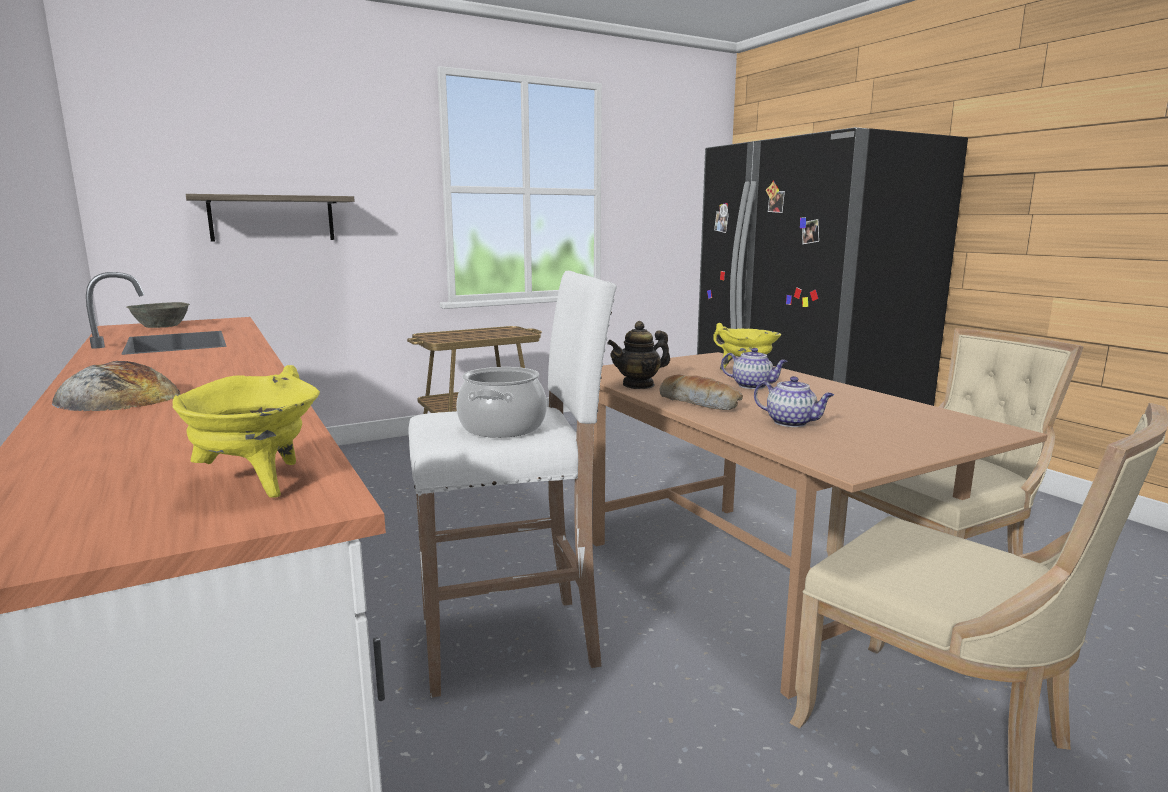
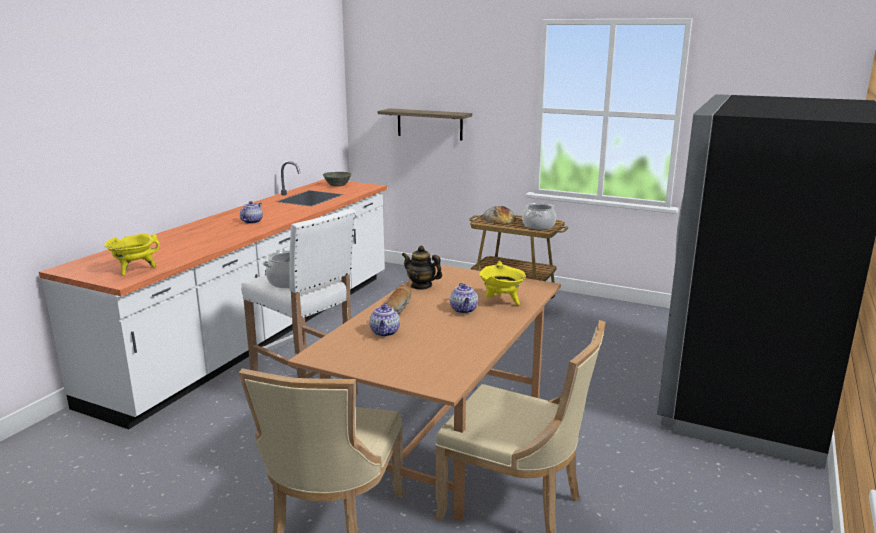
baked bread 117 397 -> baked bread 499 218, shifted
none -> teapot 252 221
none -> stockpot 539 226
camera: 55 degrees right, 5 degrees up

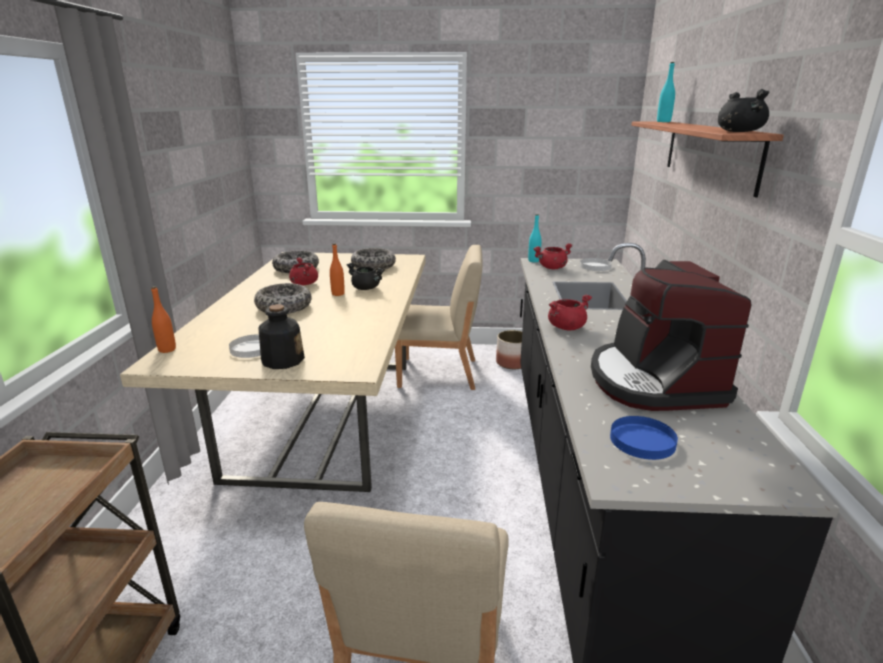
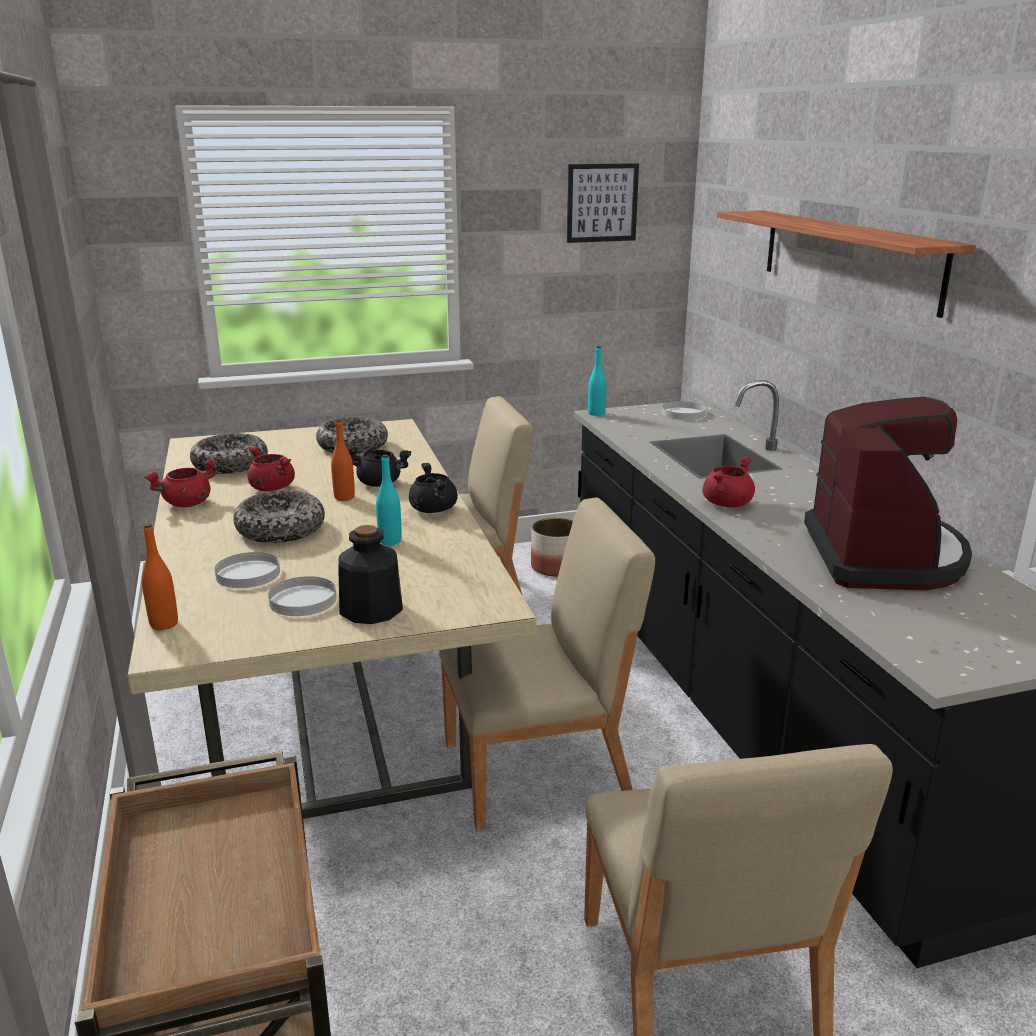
red-coloured stockpot 552 268 -> red-coloured stockpot 187 504, shifted
coffee machine 654 381 -> coffee machine 883 557, 150 degrees counterclockwise
blue-coloured flat dish 642 440 -> none
turquoise-coloured bottle 663 121 -> turquoise-coloured bottle 390 541, shifted
black stockpot 738 131 -> black stockpot 432 509, shifted
none -> white flat dish 247 573
none -> sand-coloured plain chair 539 770
none -> wall art 602 203
camera: 20 degrees left, 0 degrees up

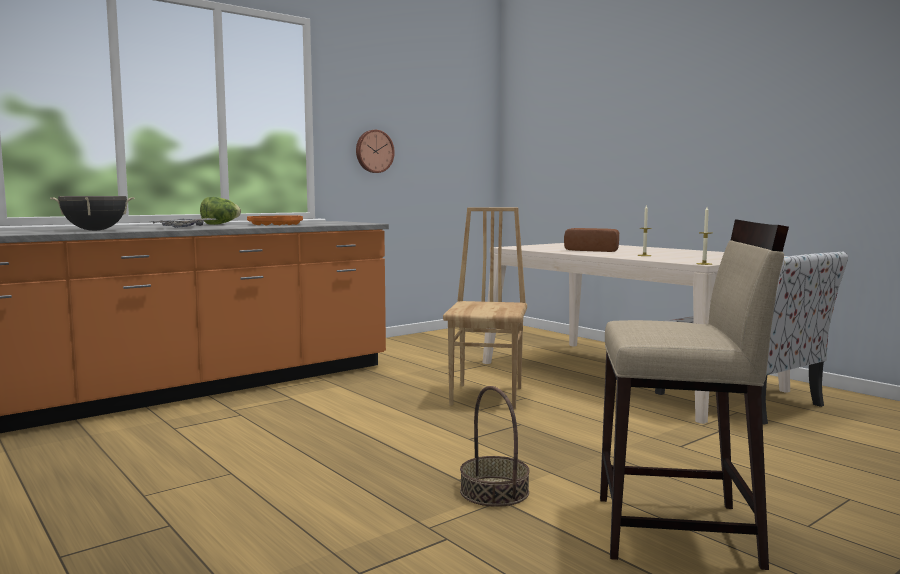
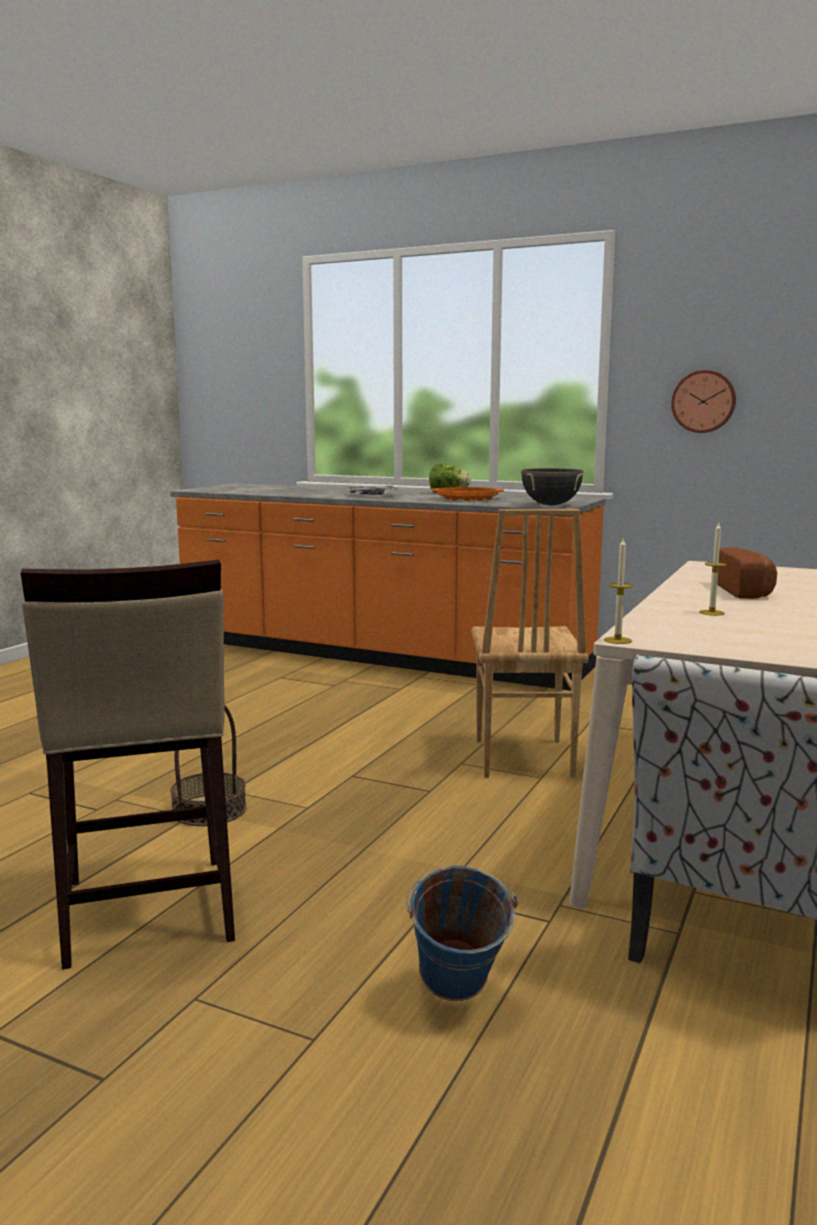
black stockpot 95 230 -> black stockpot 551 505, shifted
brown plain chair 488 396 -> brown plain chair 521 758, 105 degrees clockwise
none -> blue-coloured pail 457 998
camera: 65 degrees right, 5 degrees up

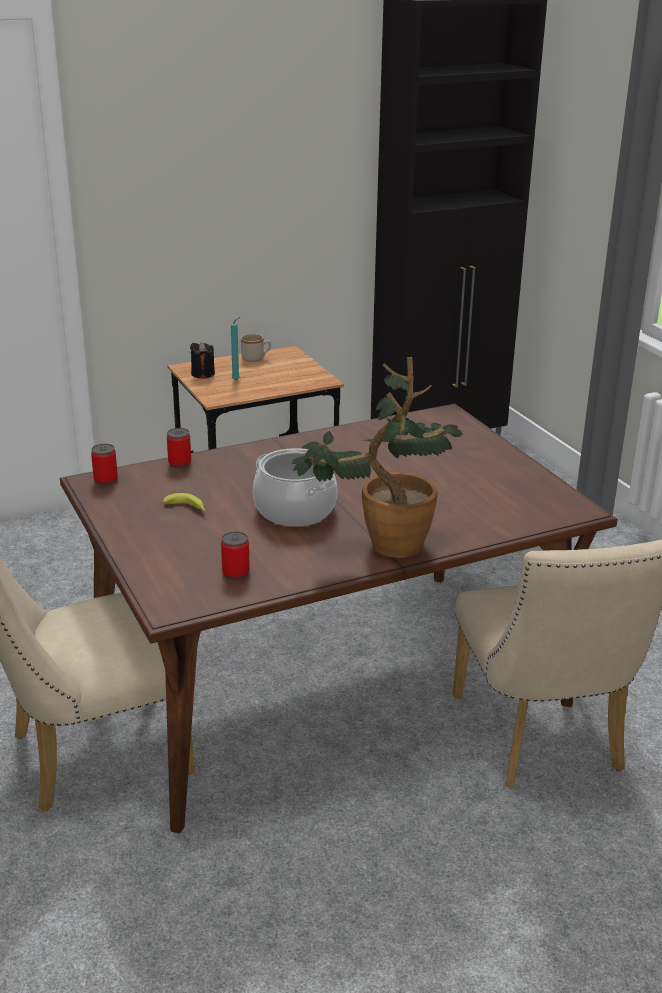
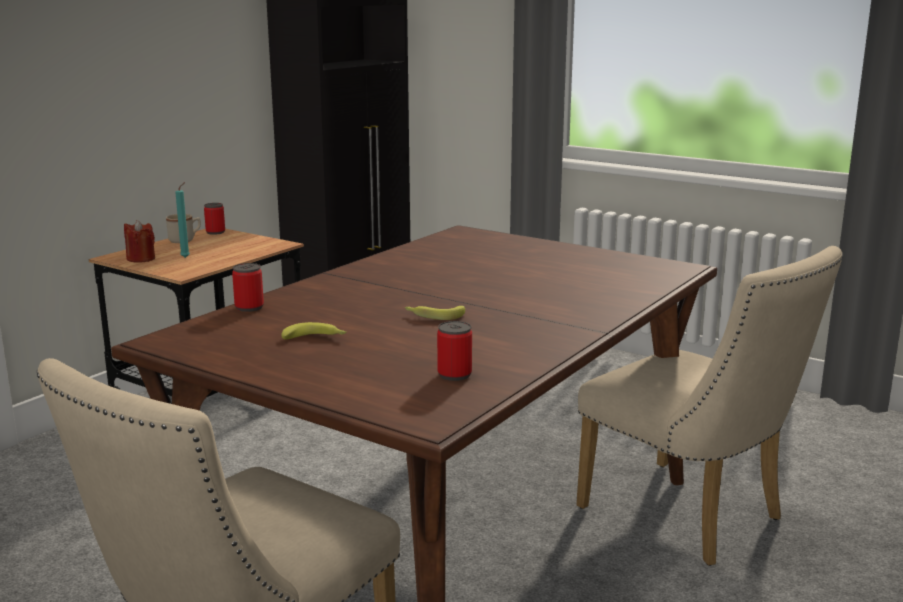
metal can 105 480 -> metal can 215 232, shifted
black wax light 203 374 -> red-coloured wax light 141 259
stockpot 295 509 -> whole banana 434 316
houseplant 383 544 -> none
camera: 30 degrees left, 10 degrees down

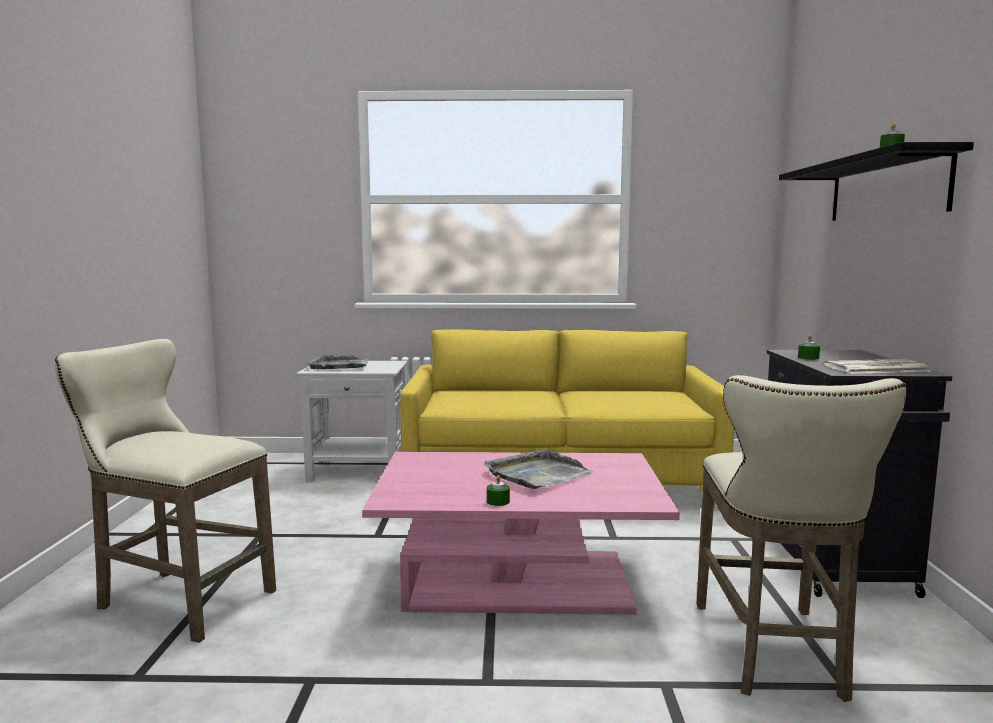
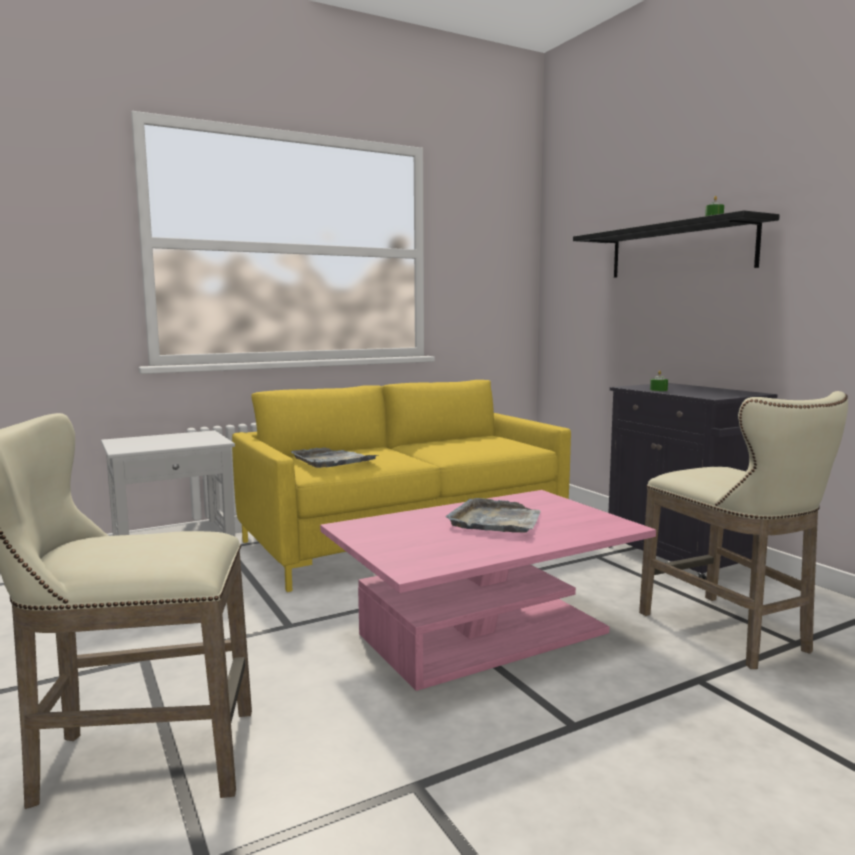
gray serving tray 339 366 -> gray serving tray 332 460, shifted
greenish wax light 498 501 -> none
newspaper 875 368 -> none
camera: 30 degrees left, 0 degrees up

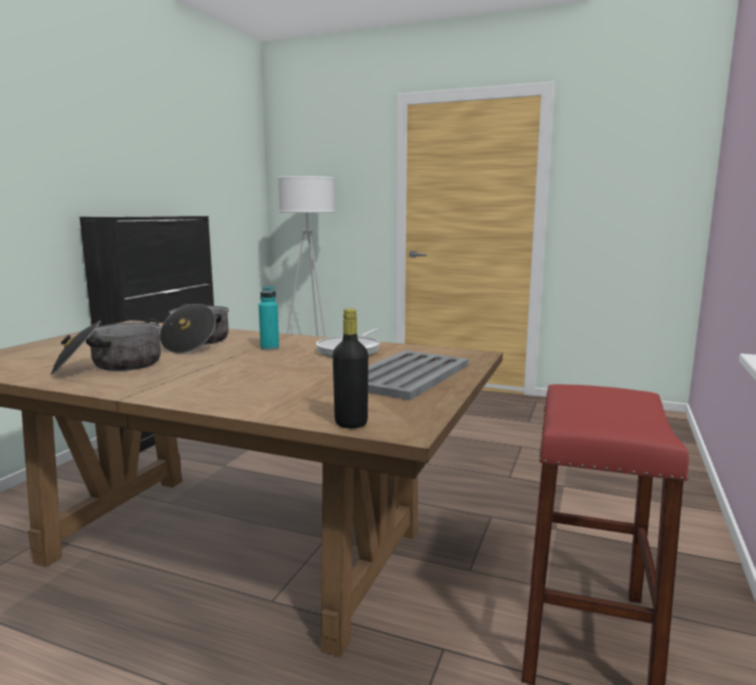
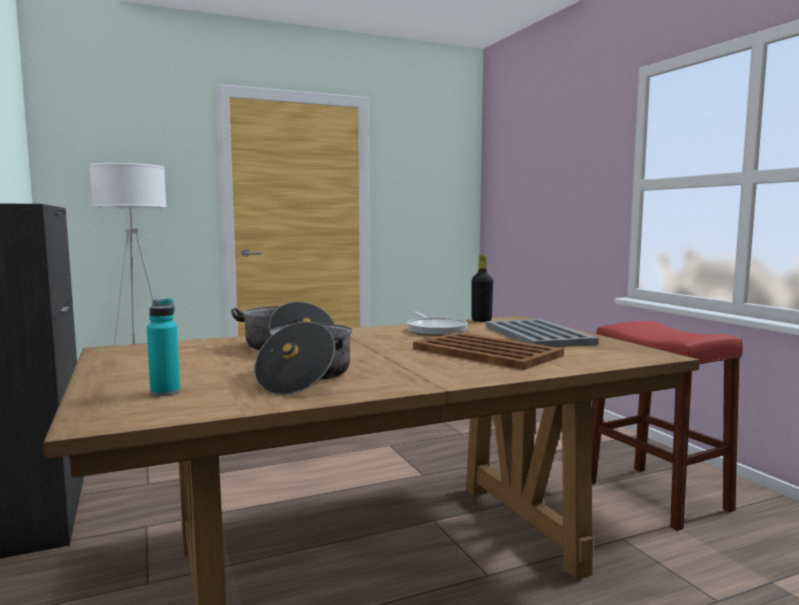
turquoise-coloured bottle 269 348 -> turquoise-coloured bottle 165 392, shifted
black bottle 351 423 -> black bottle 481 320, shifted
none -> brown serving tray 487 352
camera: 45 degrees left, 5 degrees down

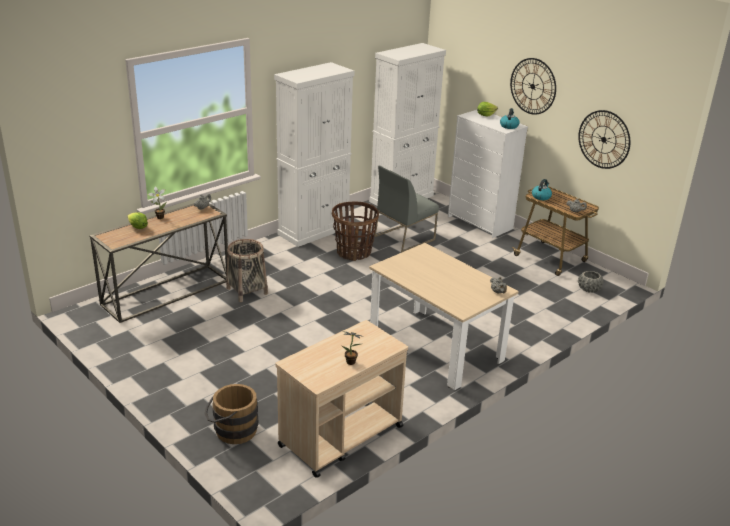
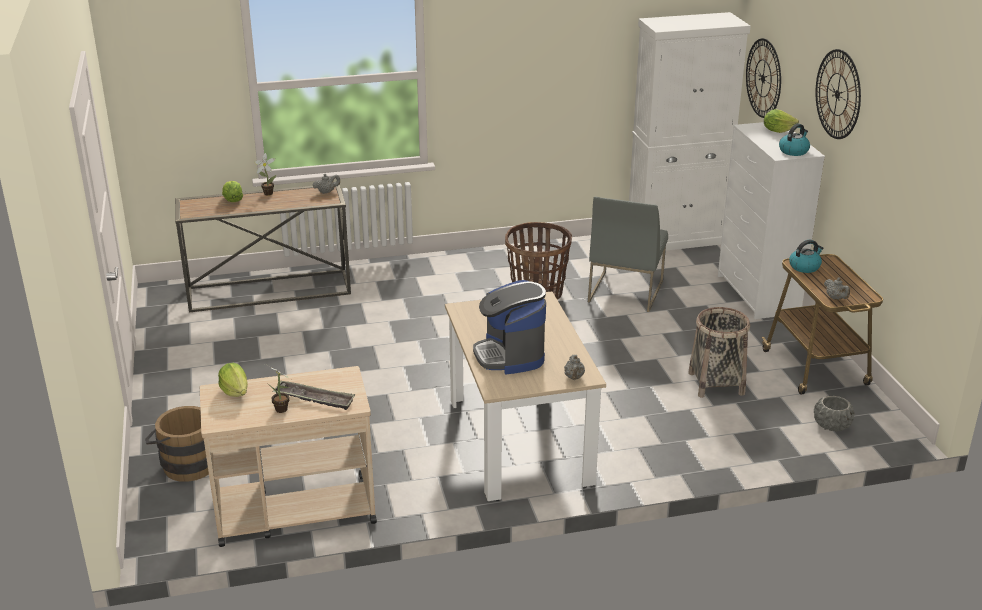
basket 247 291 -> basket 716 383, shifted
white cupboard 314 231 -> none
gray plain chair 404 238 -> gray plain chair 625 291, 60 degrees counterclockwise
hanging clock 604 139 -> hanging clock 763 78, shifted
none -> lettuce 235 391
none -> serving tray 314 399
none -> coffee machine 510 355
camera: 30 degrees right, 0 degrees up

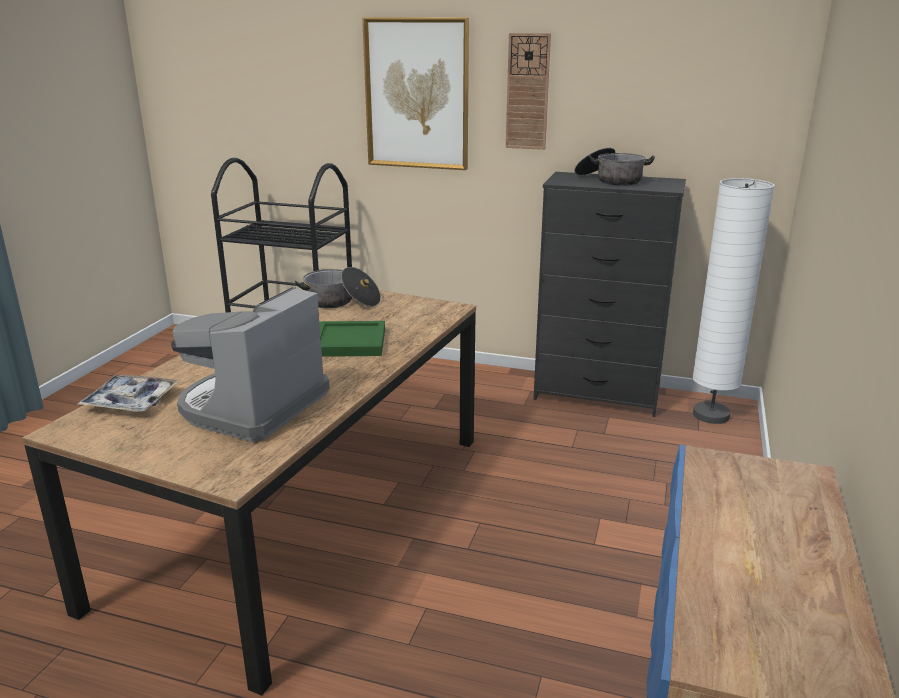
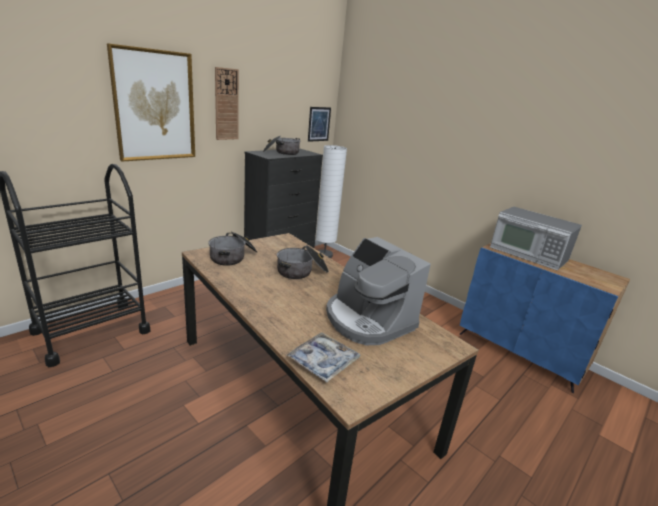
greenish serving tray 350 342 -> stockpot 302 271
none -> wall art 319 124
none -> microwave 528 254
camera: 65 degrees left, 0 degrees up

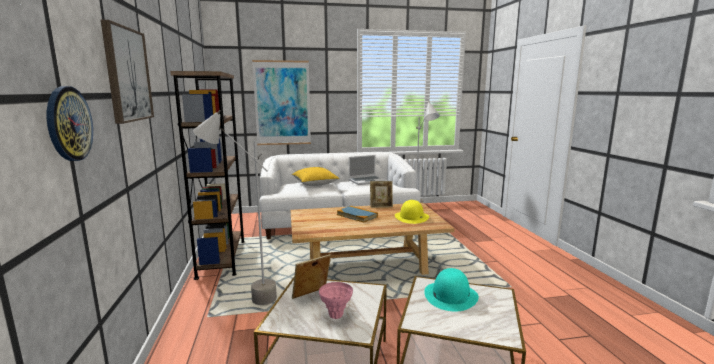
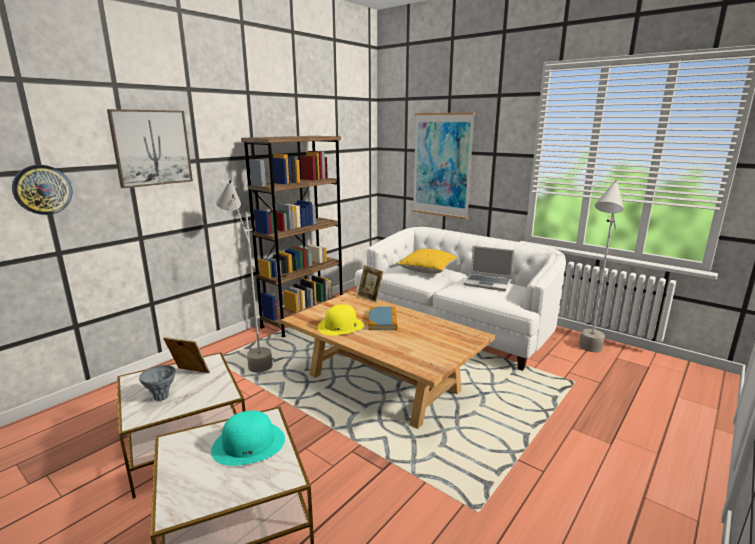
pinkish decorative vase 336 315 -> gray decorative vase 161 397
picture frame 381 206 -> picture frame 370 297, shifted
yellow-coloured wearable hat 411 217 -> yellow-coloured wearable hat 340 326, shifted
camera: 50 degrees right, 5 degrees up

